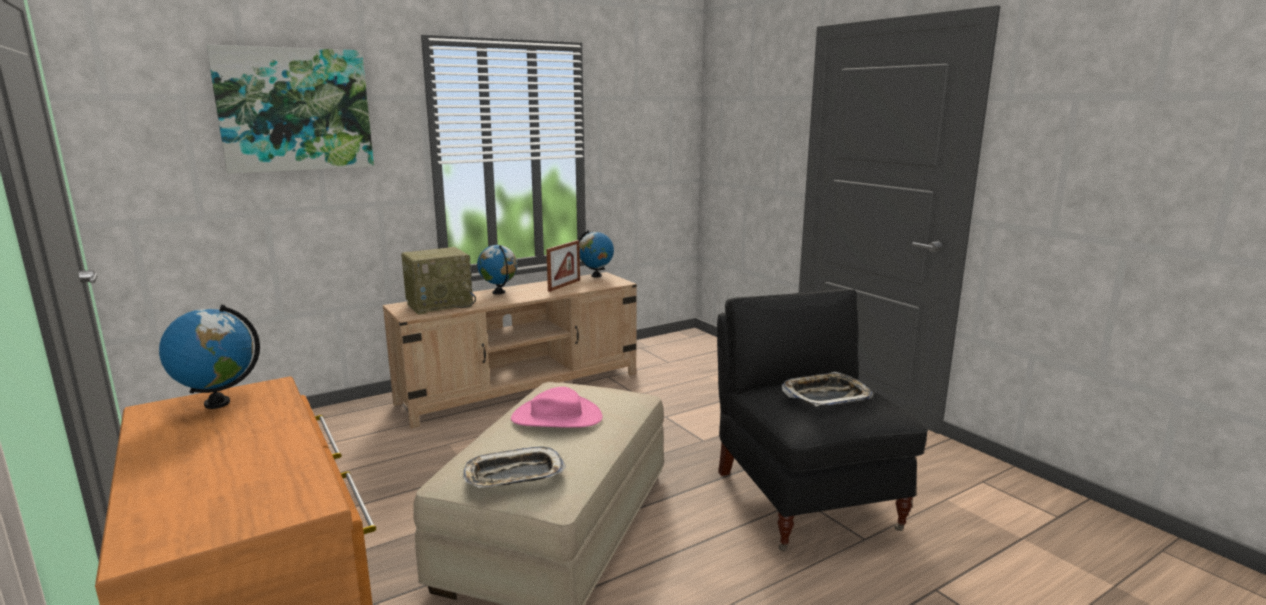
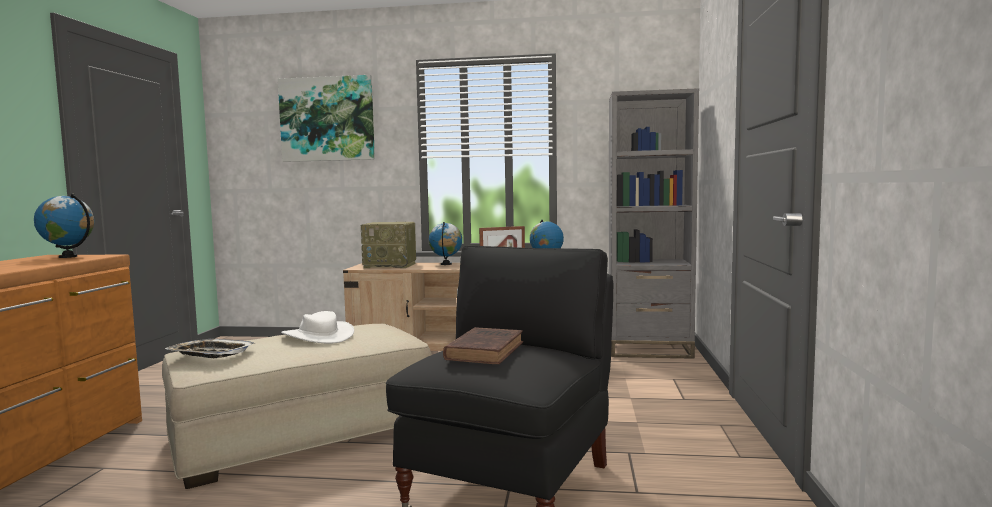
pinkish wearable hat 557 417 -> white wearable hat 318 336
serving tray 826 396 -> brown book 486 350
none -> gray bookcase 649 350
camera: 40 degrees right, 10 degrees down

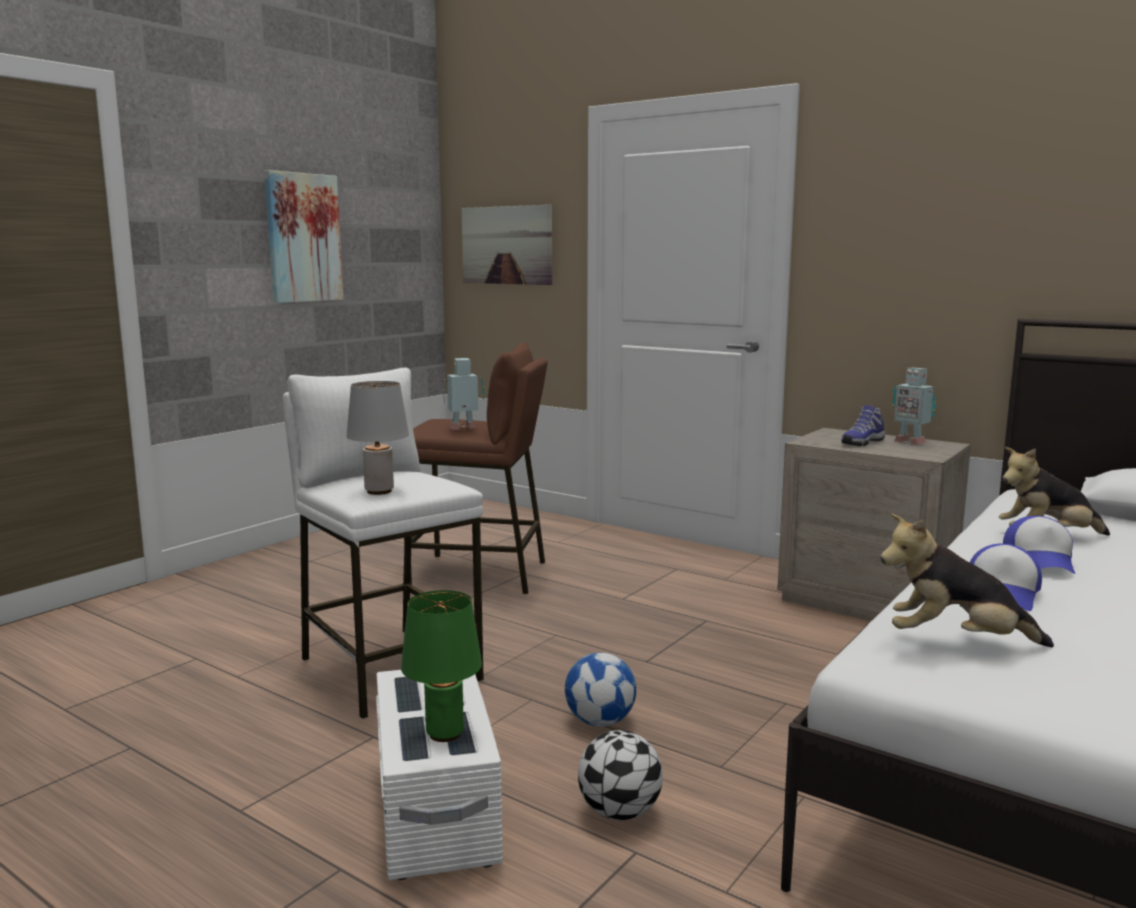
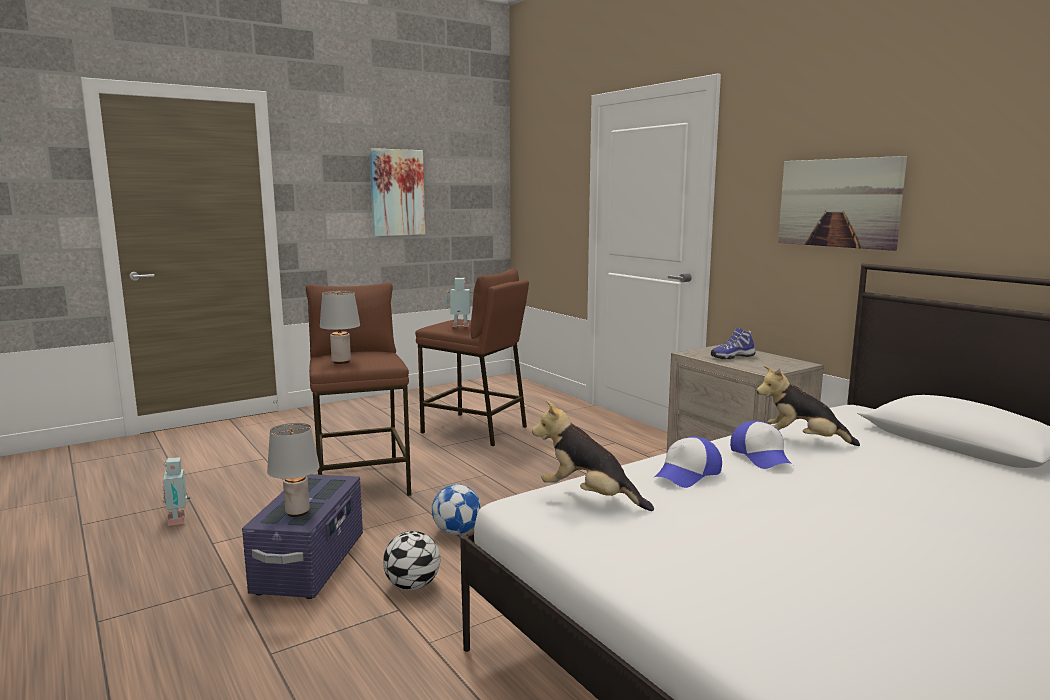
white stool seat 389 669 -> brown stool seat 362 480
white storage bin 436 811 -> purple storage bin 310 564
greenish tabletop lamp 445 734 -> gray tabletop lamp 297 512
wall art 507 245 -> wall art 838 203, shifted
robot figure 910 442 -> robot figure 179 520, shifted
cap 1040 560 -> cap 762 456, 45 degrees counterclockwise
camera: 20 degrees right, 0 degrees up

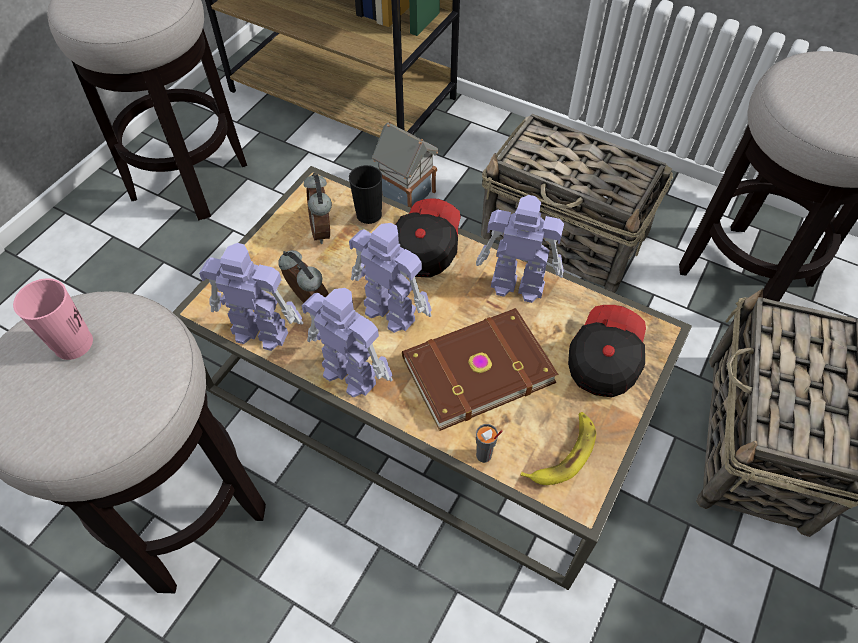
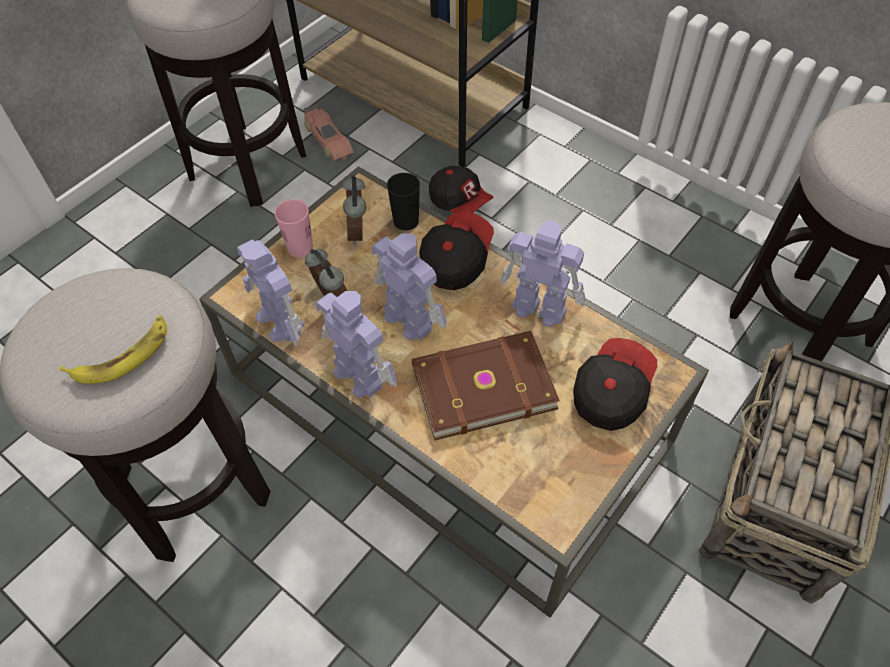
pinkish cup 73 344 -> pinkish cup 300 247, shifted
robot figure 259 331 -> robot figure 280 323, 150 degrees counterclockwise
miniature house 406 193 -> cap 459 201
gray cup 484 456 -> none
basket 565 237 -> none
whole banana 563 453 -> whole banana 123 355, shifted
none -> toy car 328 140
camera: 10 degrees right, 0 degrees up

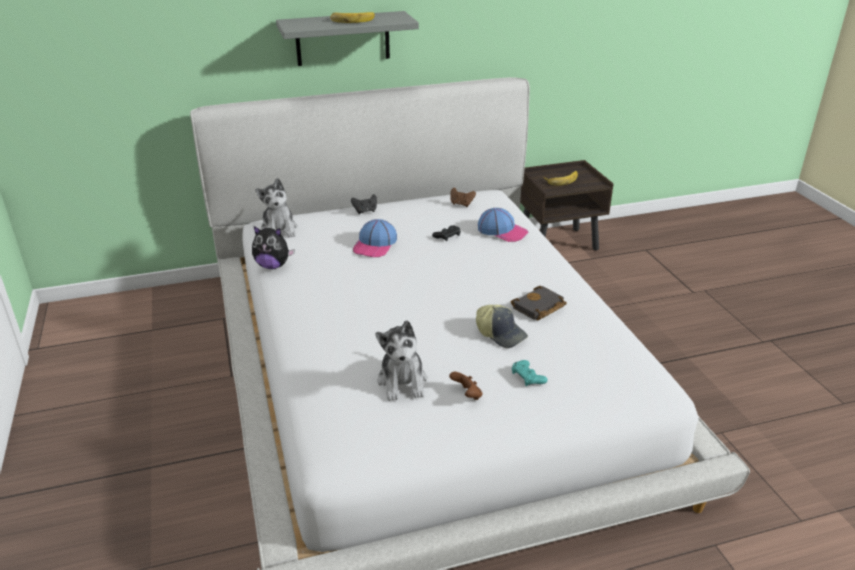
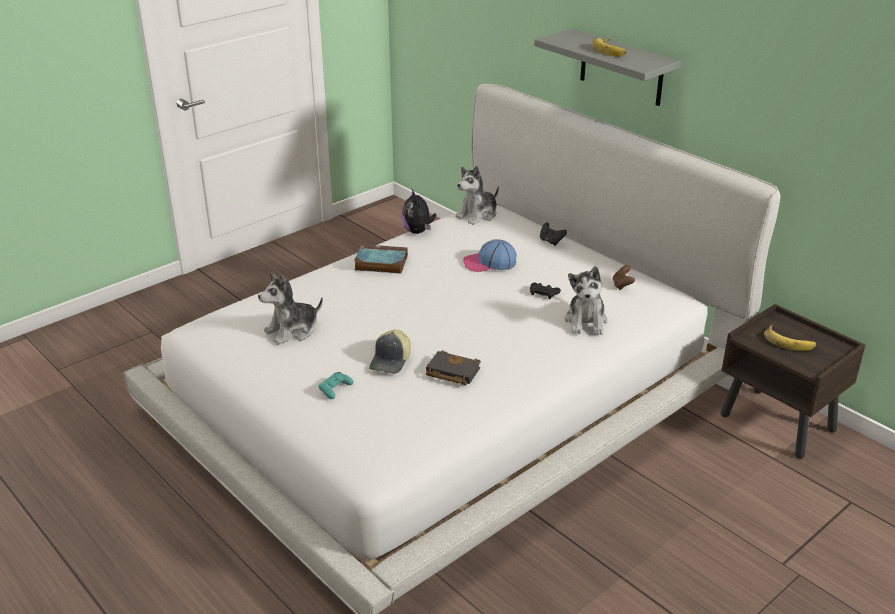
brown joypad 467 395 -> none
cap 502 231 -> plush toy 586 321
none -> book 380 263
camera: 65 degrees right, 0 degrees up

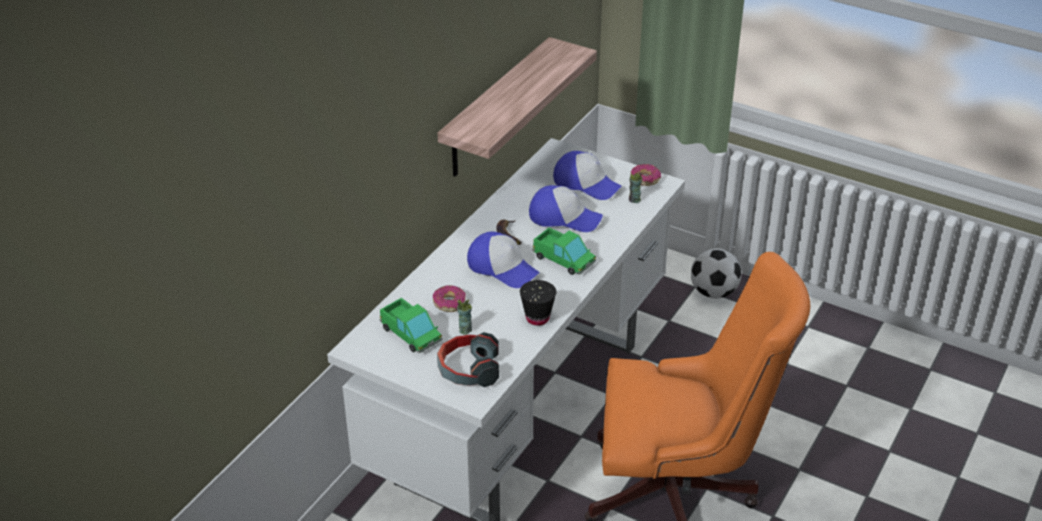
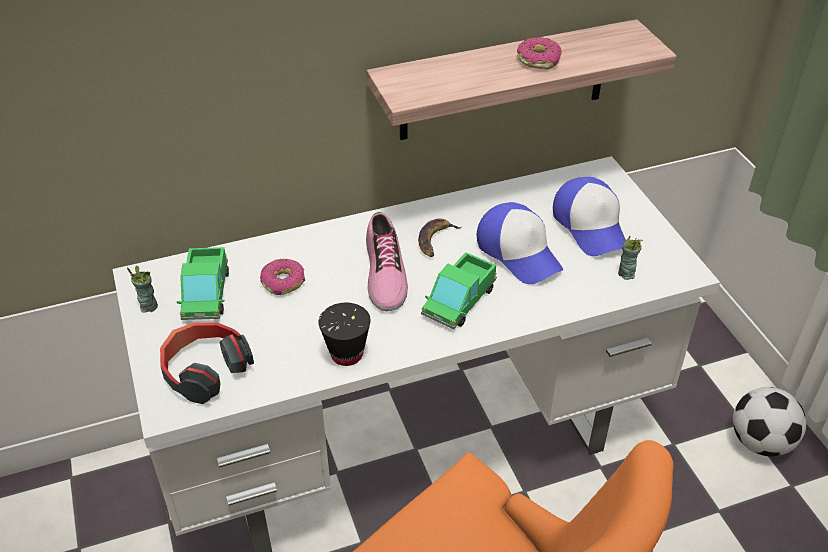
cup 465 329 -> cup 148 306, shifted
cap 502 267 -> shoe 383 273
toy lorry 564 259 -> toy lorry 459 301, 45 degrees clockwise
donut 645 179 -> donut 538 60, shifted
camera: 40 degrees right, 5 degrees up

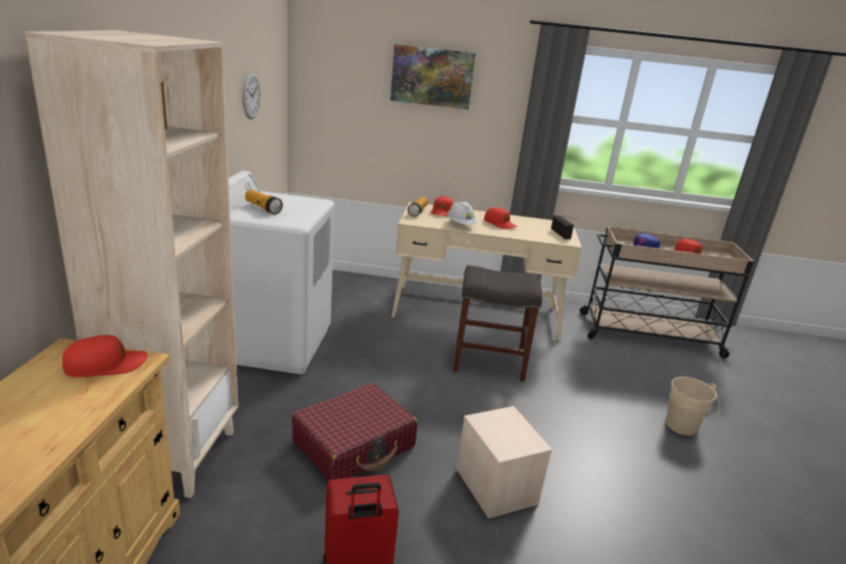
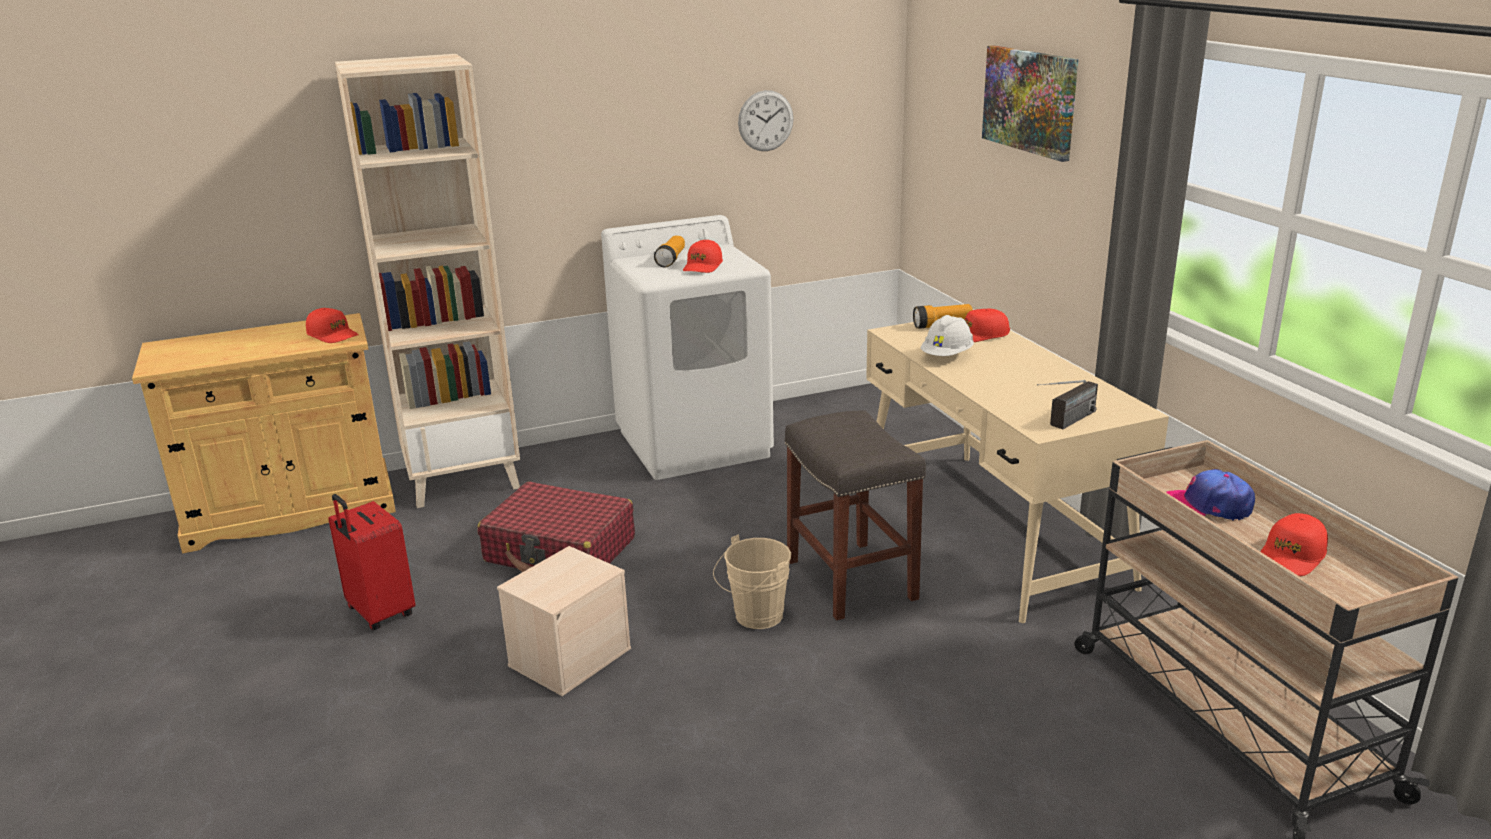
red-coloured cap 500 224 -> red-coloured cap 703 266, shifted
sand-coloured pail 683 428 -> sand-coloured pail 754 617, shifted
camera: 65 degrees right, 0 degrees up

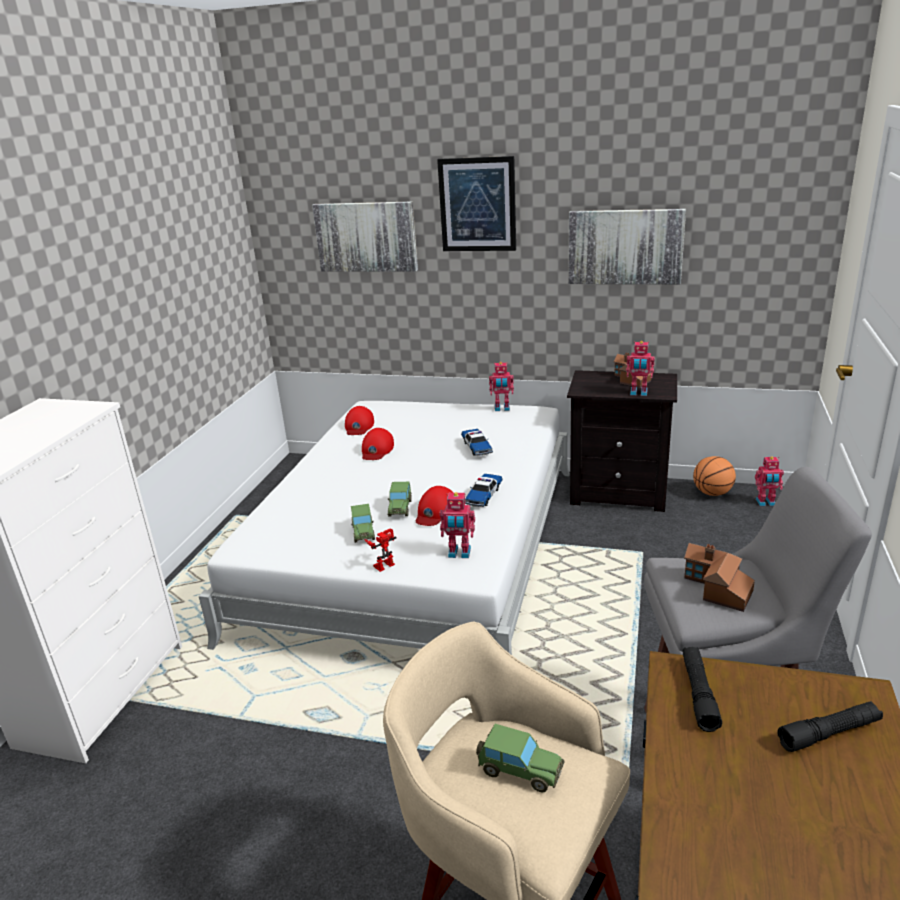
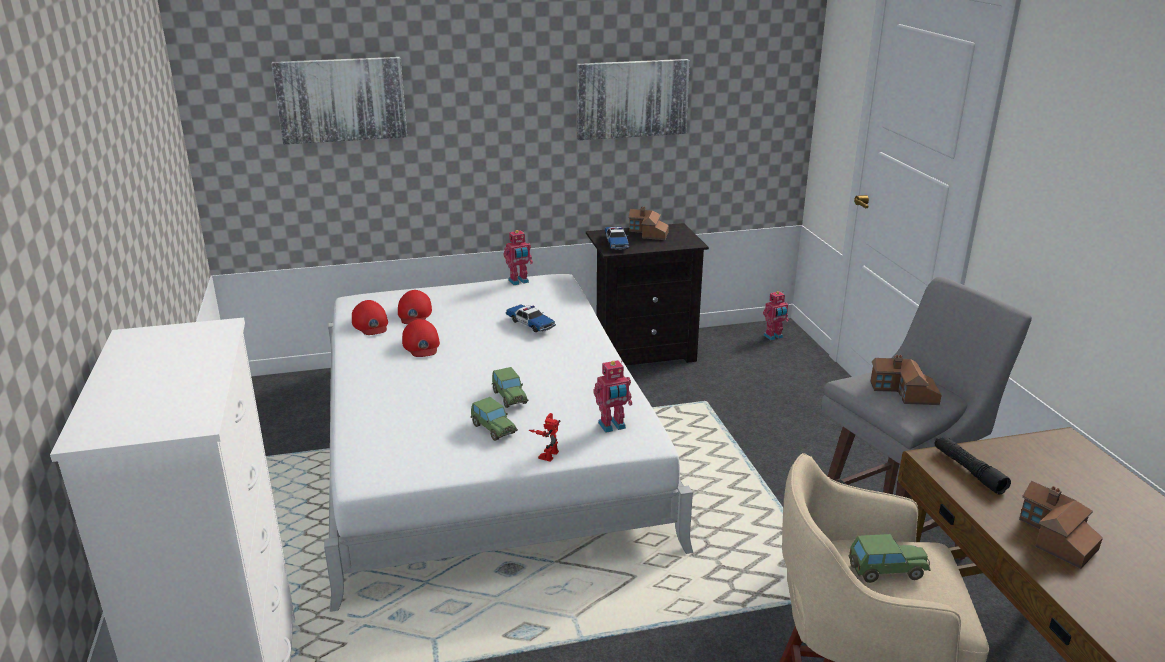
red-coloured cap 435 511 -> red-coloured cap 414 313, shifted
wall art 477 204 -> none
toy car 484 495 -> toy car 616 243, shifted
robot figure 638 393 -> none
basketball 712 493 -> none
black hand torch 829 733 -> none
none -> miniature house 1055 537
camera: 30 degrees left, 0 degrees up

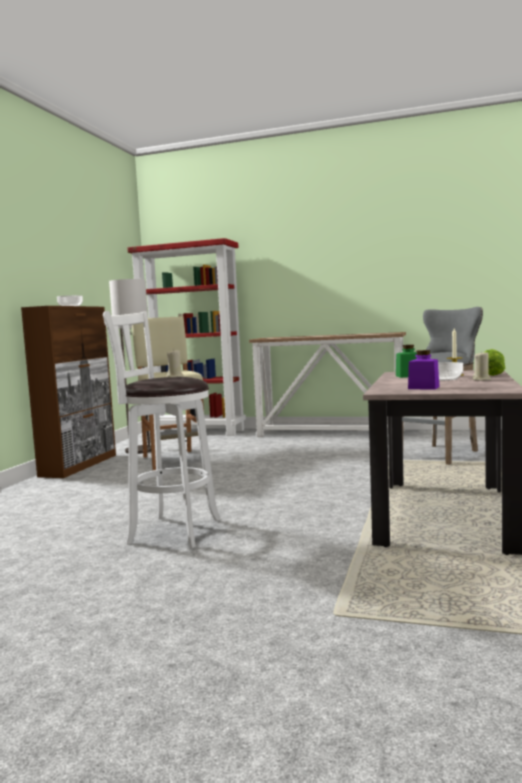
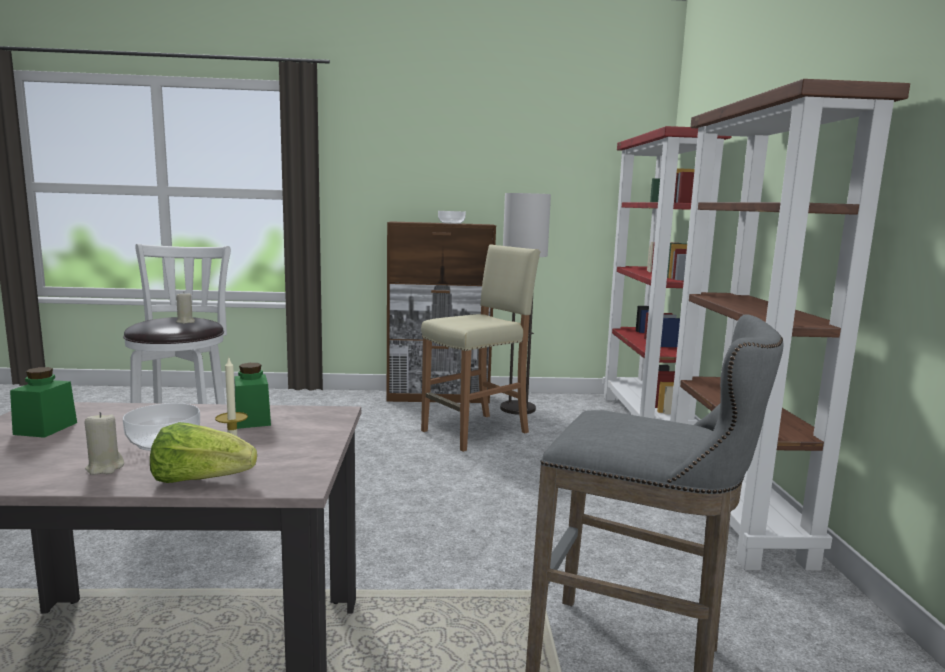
hall table 332 433 -> brown bookcase 734 515
purple preserve jar 423 388 -> greenish preserve jar 45 428
camera: 70 degrees right, 5 degrees up

